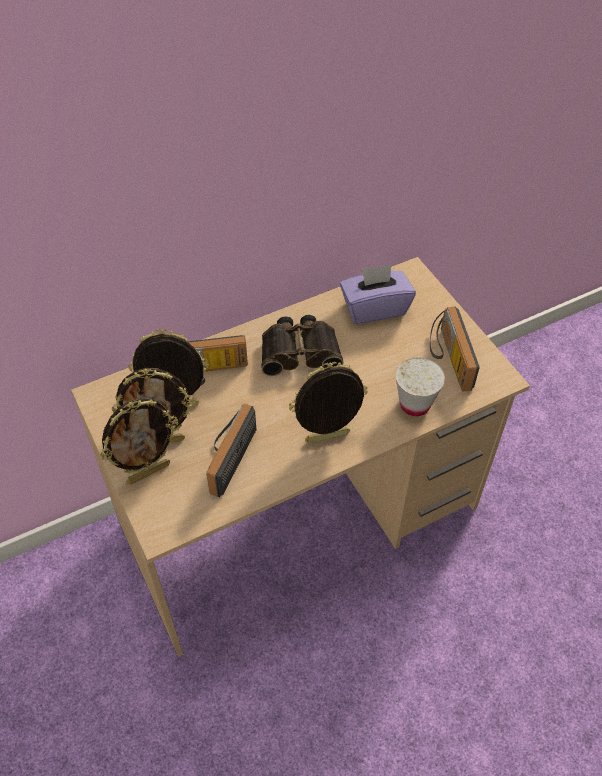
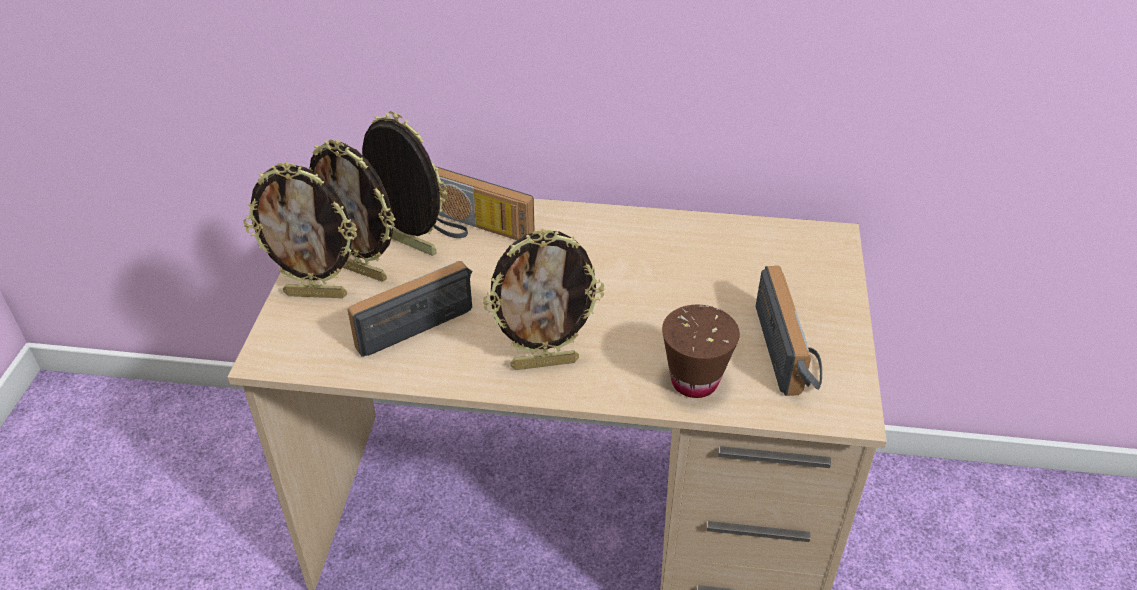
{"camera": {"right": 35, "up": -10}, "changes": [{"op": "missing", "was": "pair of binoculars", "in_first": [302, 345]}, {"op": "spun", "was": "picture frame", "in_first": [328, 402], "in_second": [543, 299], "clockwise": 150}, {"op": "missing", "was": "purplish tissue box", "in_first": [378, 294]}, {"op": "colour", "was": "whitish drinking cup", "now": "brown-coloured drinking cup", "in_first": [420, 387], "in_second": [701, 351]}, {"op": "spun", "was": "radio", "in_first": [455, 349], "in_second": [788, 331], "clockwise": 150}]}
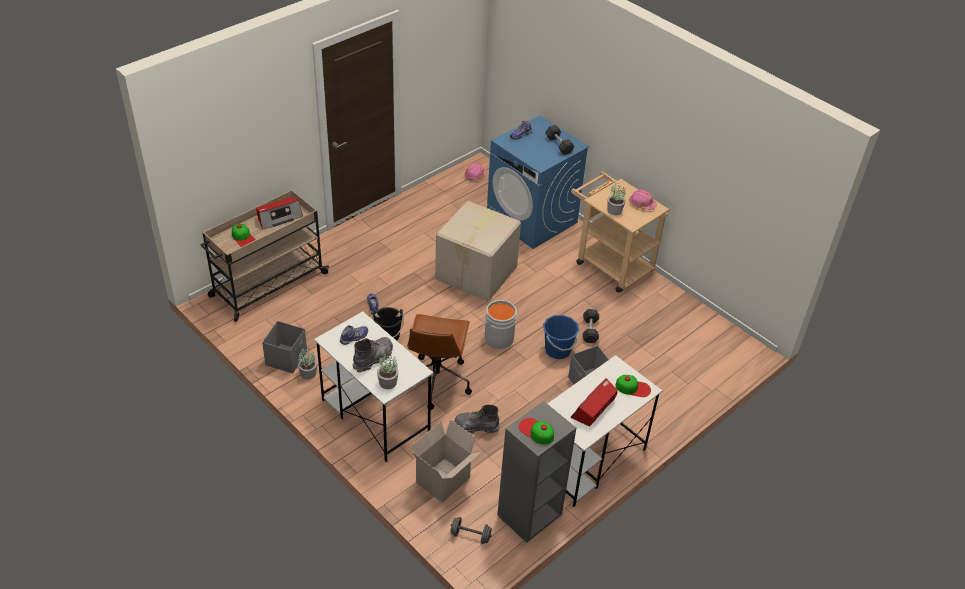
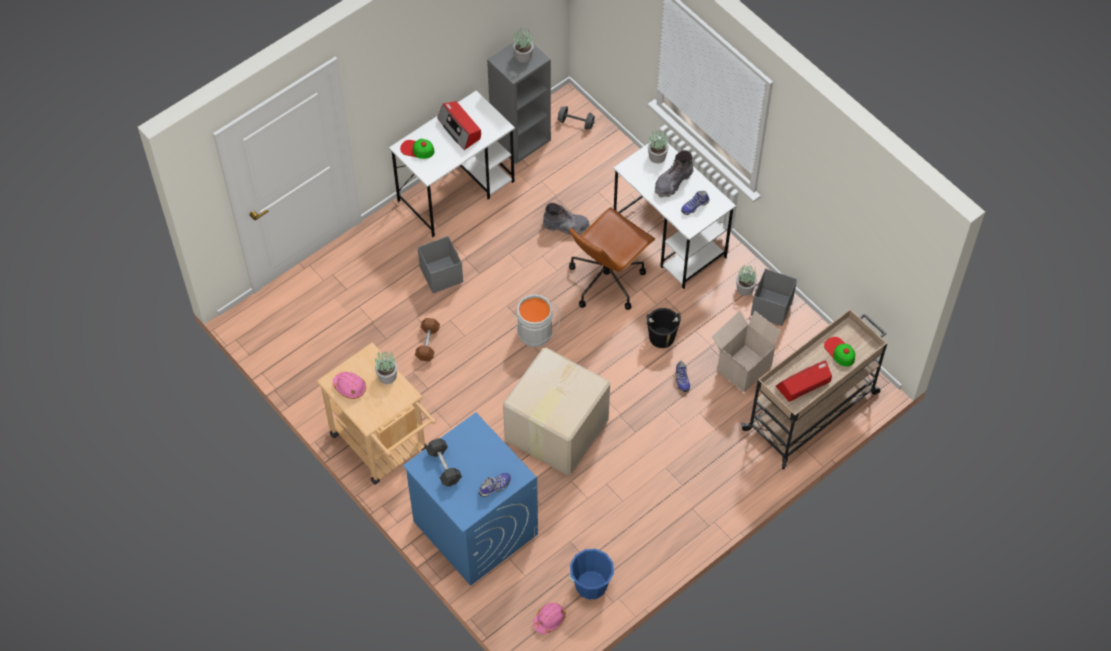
{"camera": {"right": -175, "up": 15}, "changes": [{"op": "spun", "was": "brown-coloured computer chair", "in_first": [439, 362], "in_second": [612, 259], "clockwise": -150}, {"op": "relocated", "was": "carton", "in_first": [446, 461], "in_second": [747, 351]}, {"op": "exchanged", "was": "peaked cap", "now": "potted plant", "in_first": [536, 431], "in_second": [523, 45]}, {"op": "relocated", "was": "blue-coloured bucket", "in_first": [561, 337], "in_second": [591, 574]}, {"op": "spun", "was": "radio", "in_first": [594, 402], "in_second": [459, 125], "clockwise": 105}, {"op": "colour", "was": "gray dumbbell", "now": "brown-coloured dumbbell", "in_first": [591, 326], "in_second": [427, 339]}]}
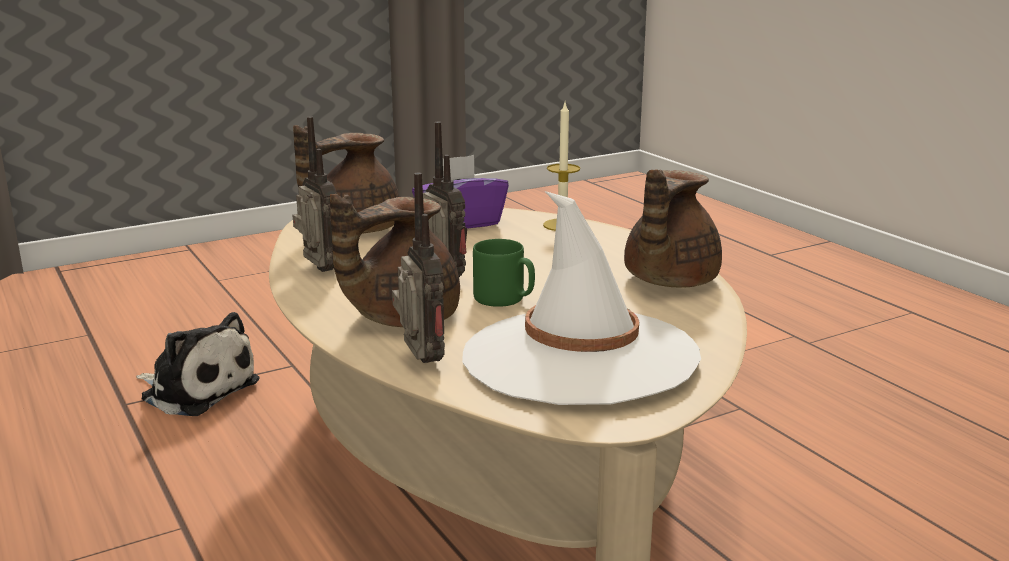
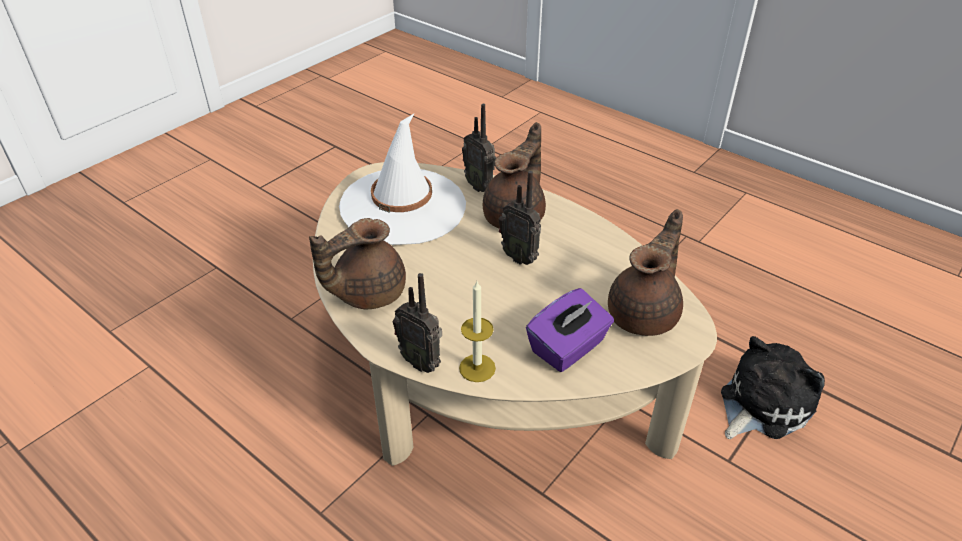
{"camera": {"right": 160, "up": 20}, "changes": [{"op": "spun", "was": "soft toy", "in_first": [198, 364], "in_second": [773, 387], "clockwise": 135}, {"op": "relocated", "was": "radio", "in_first": [315, 194], "in_second": [417, 323]}, {"op": "missing", "was": "green mug", "in_first": [504, 273]}, {"op": "spun", "was": "brown-coloured tea pot", "in_first": [673, 228], "in_second": [357, 263], "clockwise": -135}]}
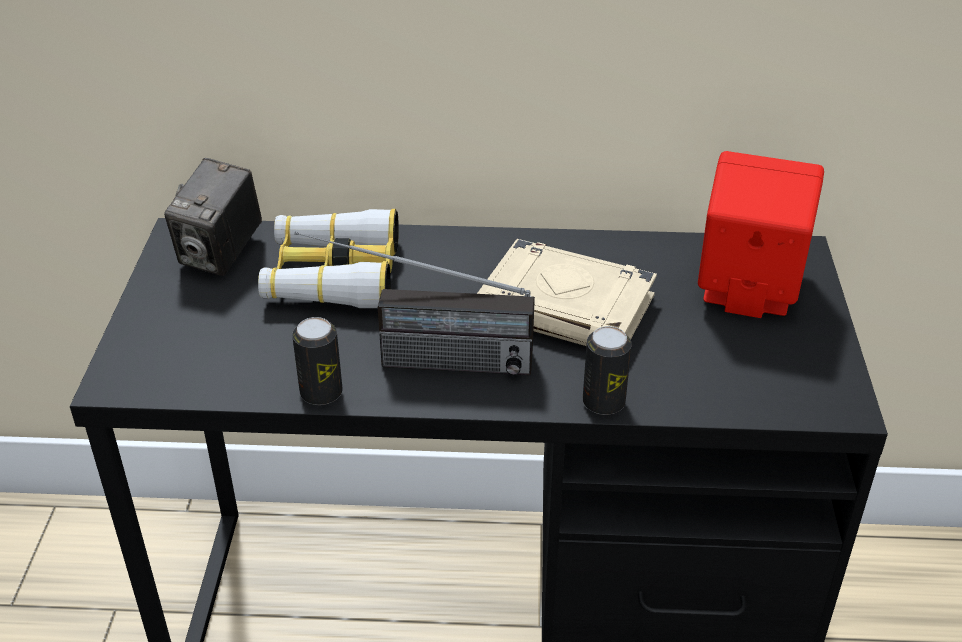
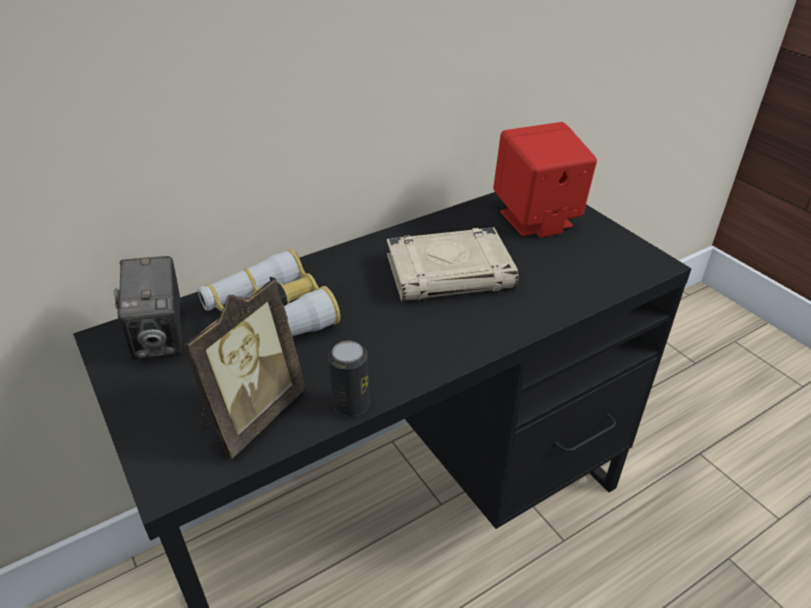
{"camera": {"right": -35, "up": 0}, "changes": [{"op": "missing", "was": "radio", "in_first": [414, 303]}, {"op": "missing", "was": "sealed can", "in_first": [607, 370]}, {"op": "appeared", "now": "picture frame", "in_second": [243, 368]}]}
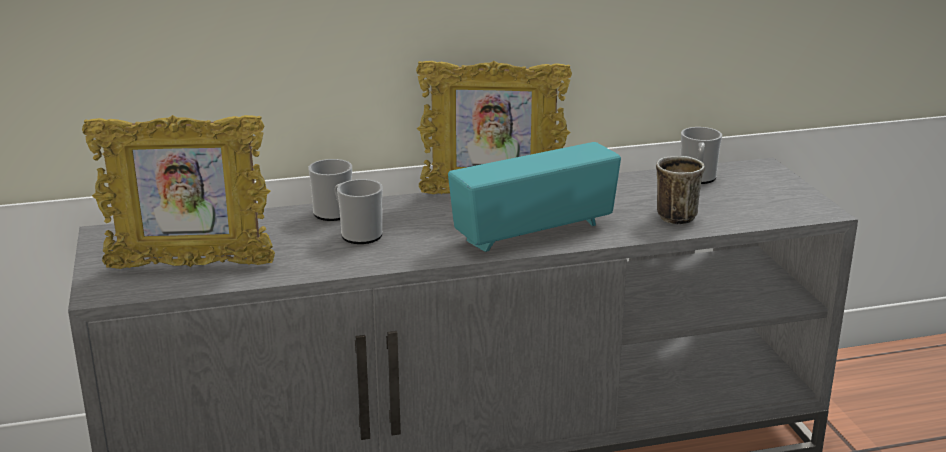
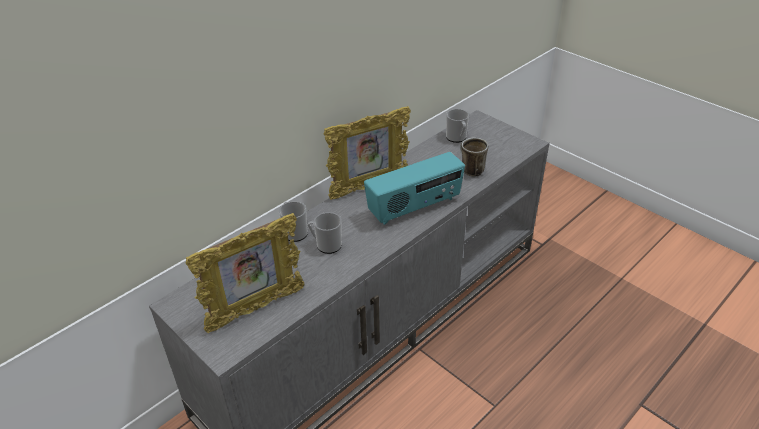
{"camera": {"right": -30, "up": 15}, "changes": [{"op": "spun", "was": "radio", "in_first": [534, 197], "in_second": [414, 188], "clockwise": -150}]}
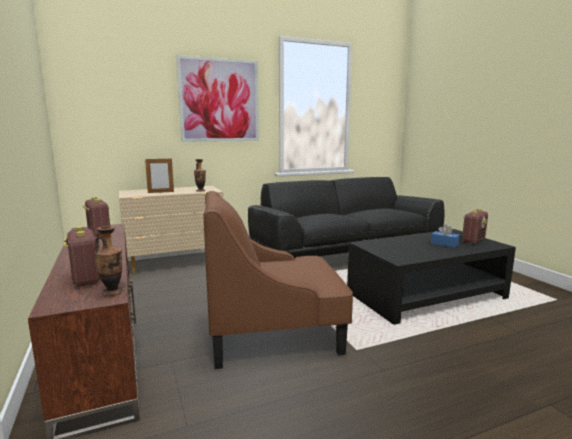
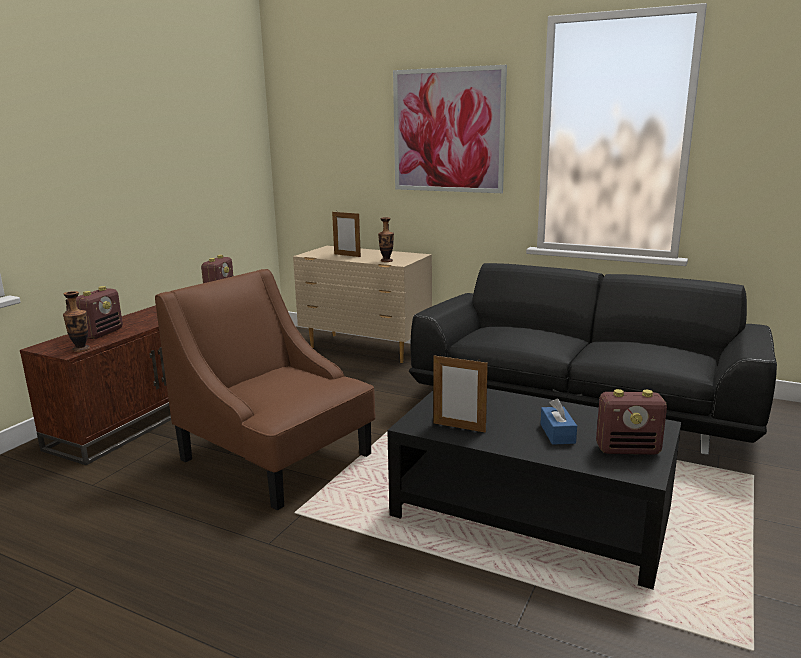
{"camera": {"right": 50, "up": 5}, "changes": [{"op": "appeared", "now": "picture frame", "in_second": [460, 393]}]}
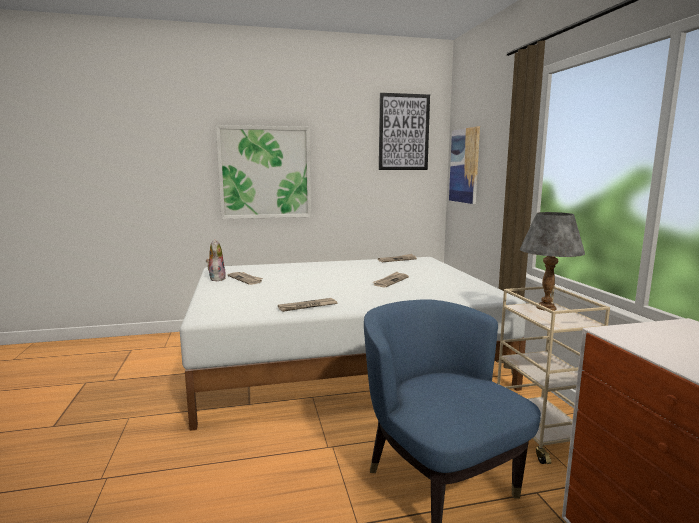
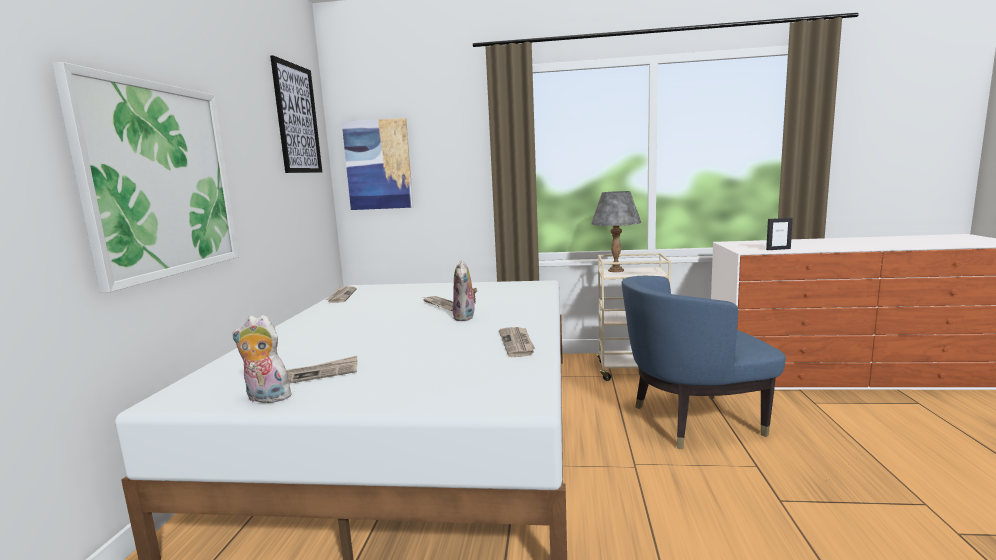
{"camera": {"right": -70, "up": 0}, "changes": [{"op": "appeared", "now": "soft toy", "in_second": [465, 290]}, {"op": "appeared", "now": "picture frame", "in_second": [779, 234]}]}
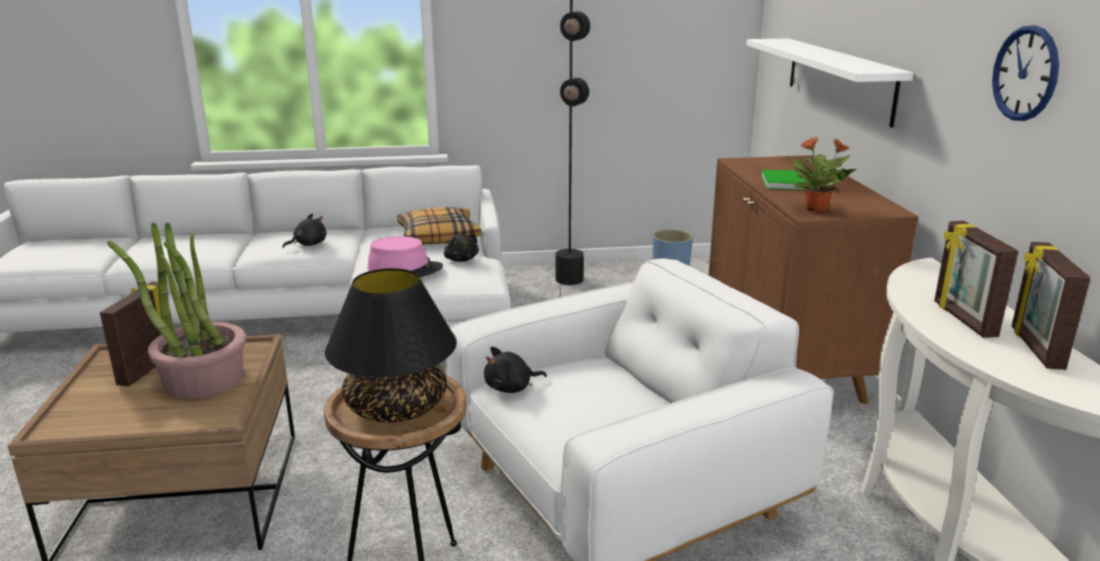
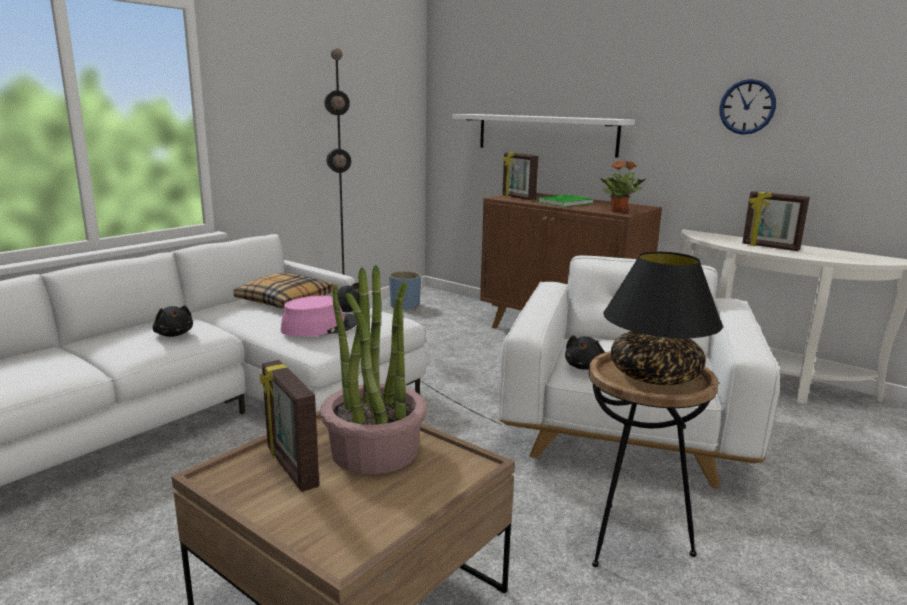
{"camera": {"right": -45, "up": -5}, "changes": [{"op": "spun", "was": "black-coloured soft toy", "in_first": [304, 231], "in_second": [173, 321], "clockwise": 135}, {"op": "relocated", "was": "picture frame", "in_first": [1051, 306], "in_second": [520, 176]}]}
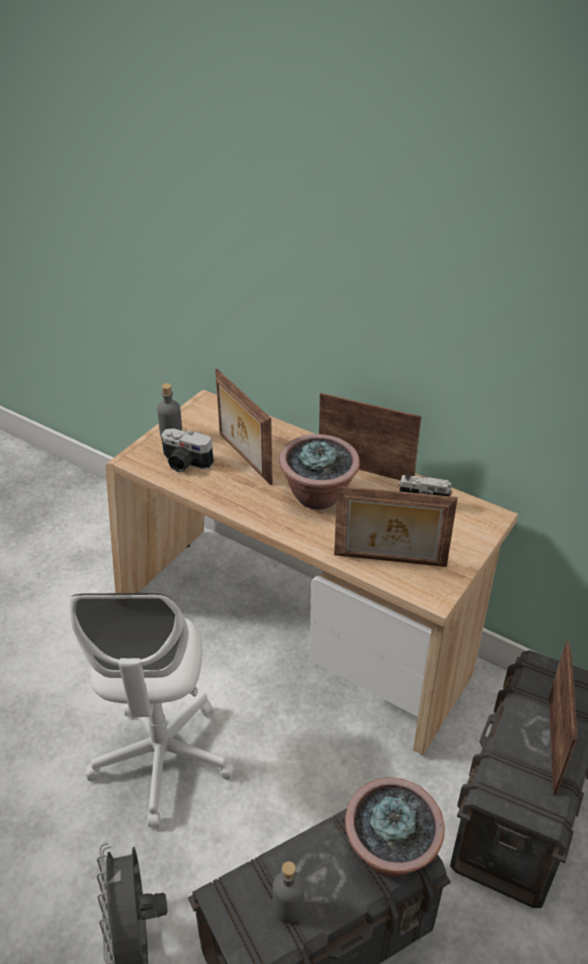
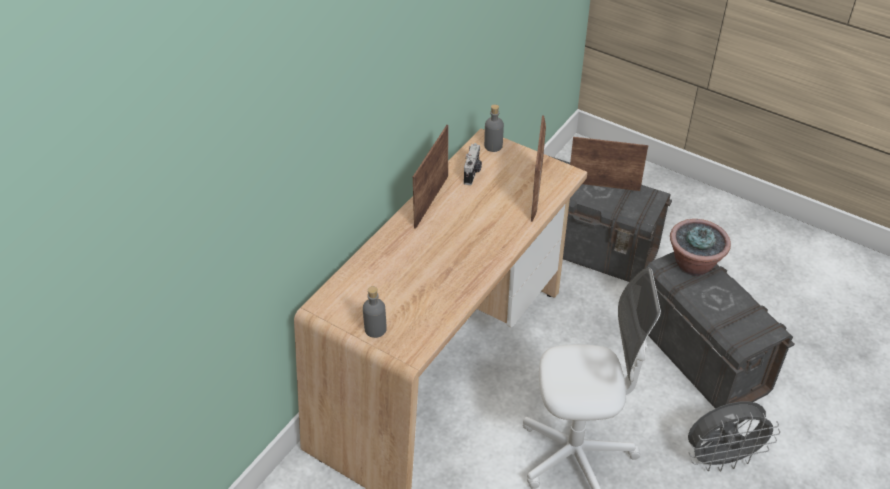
{"camera": {"right": -90, "up": 5}, "changes": [{"op": "missing", "was": "photo camera", "in_first": [187, 450]}, {"op": "missing", "was": "picture frame", "in_first": [244, 427]}, {"op": "relocated", "was": "gray bottle", "in_first": [289, 892], "in_second": [494, 128]}, {"op": "missing", "was": "potted plant", "in_first": [319, 472]}]}
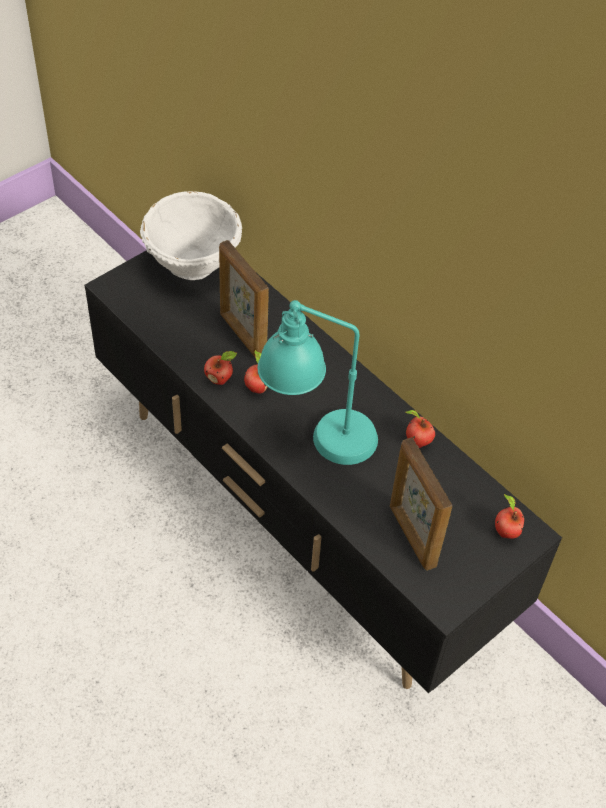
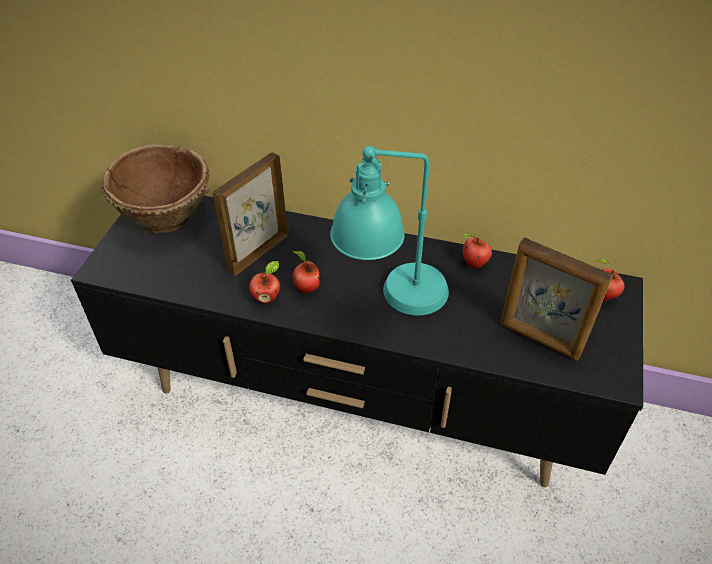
{"camera": {"right": -30, "up": -5}, "changes": [{"op": "colour", "was": "whitish serving bowl", "now": "brown-coloured serving bowl", "in_first": [191, 235], "in_second": [155, 188]}, {"op": "spun", "was": "picture frame", "in_first": [244, 298], "in_second": [250, 214], "clockwise": 105}]}
